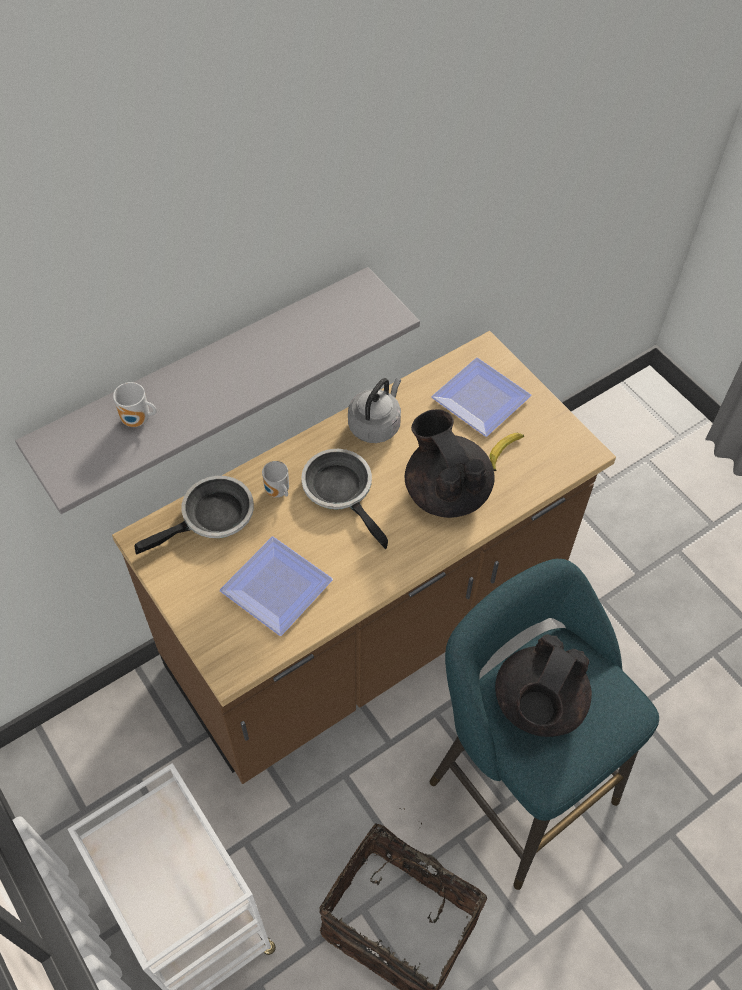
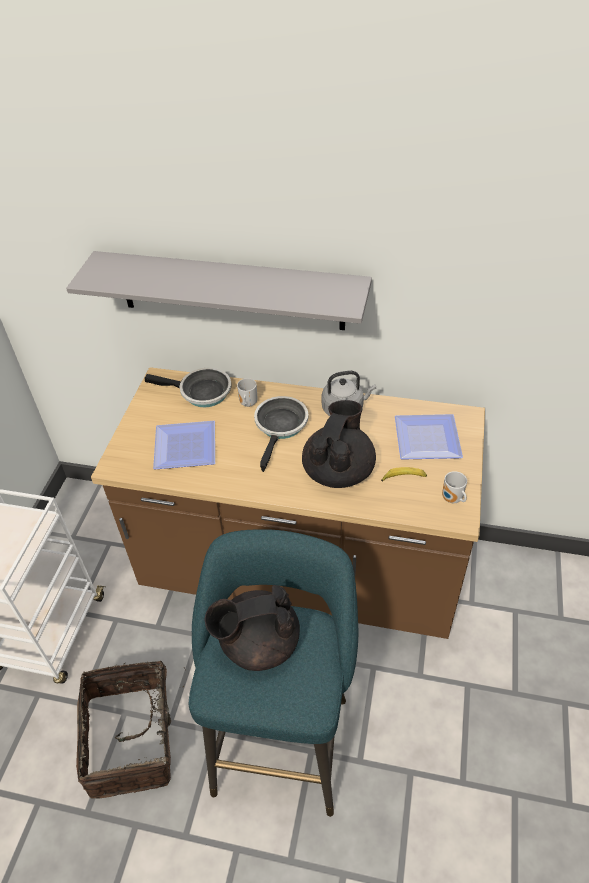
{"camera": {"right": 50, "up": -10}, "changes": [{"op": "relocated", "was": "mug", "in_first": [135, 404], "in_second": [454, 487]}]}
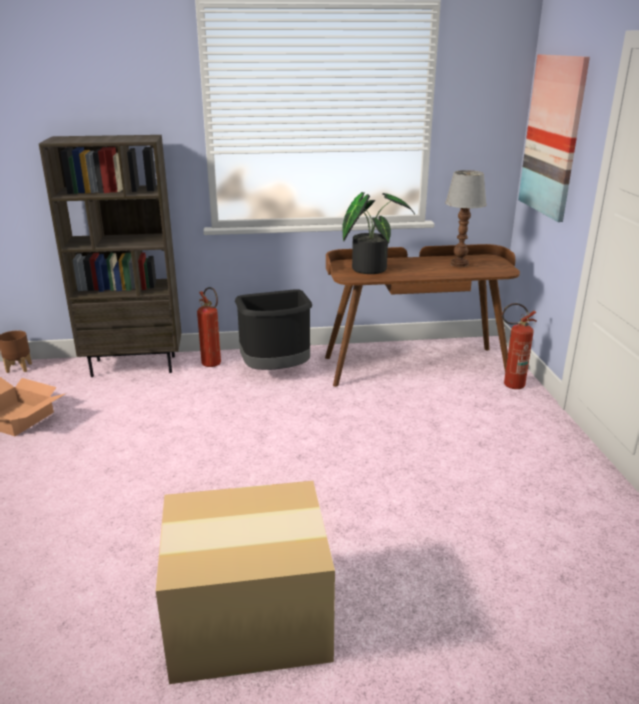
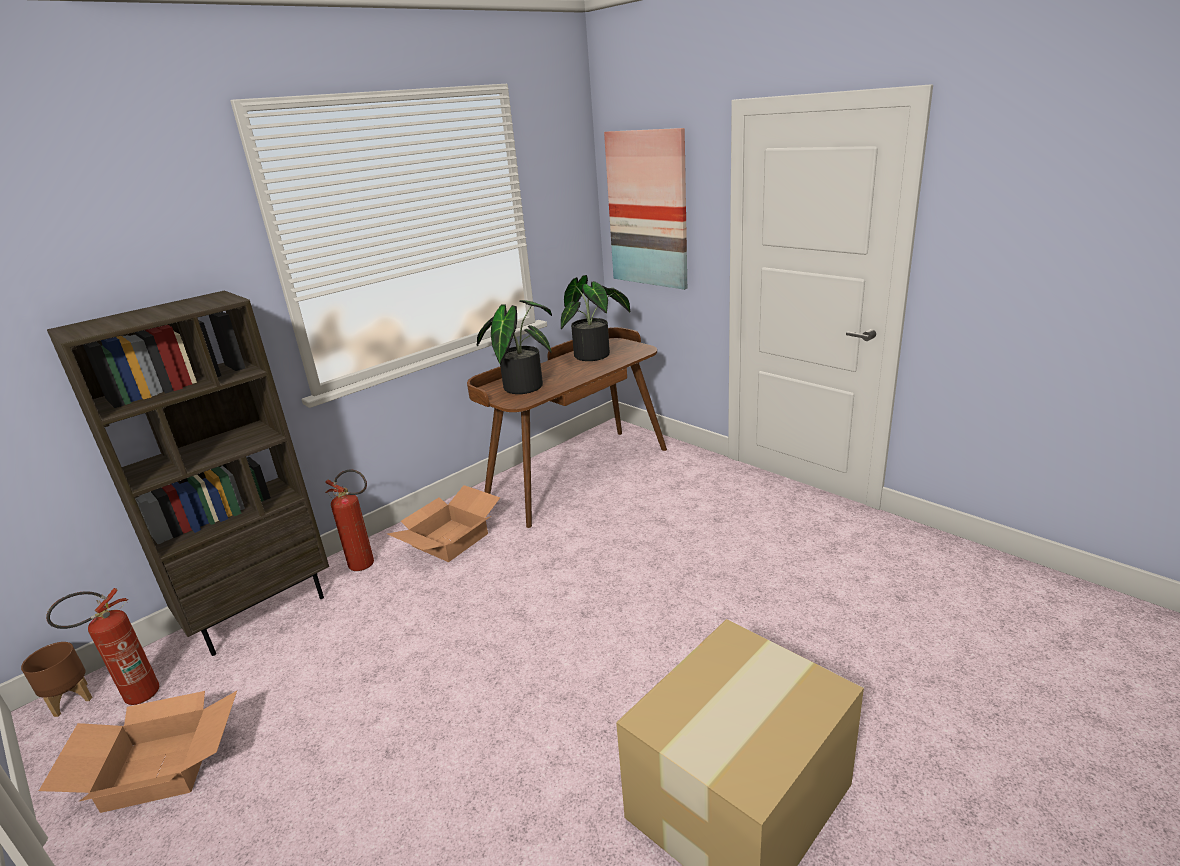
{"camera": {"right": -35, "up": 0}, "changes": [{"op": "exchanged", "was": "black-coloured trash can", "now": "carton", "in_first": [273, 329], "in_second": [443, 523]}, {"op": "exchanged", "was": "tabletop lamp", "now": "potted plant", "in_first": [466, 218], "in_second": [595, 318]}, {"op": "relocated", "was": "fire-fighting cylinder", "in_first": [519, 346], "in_second": [102, 646]}]}
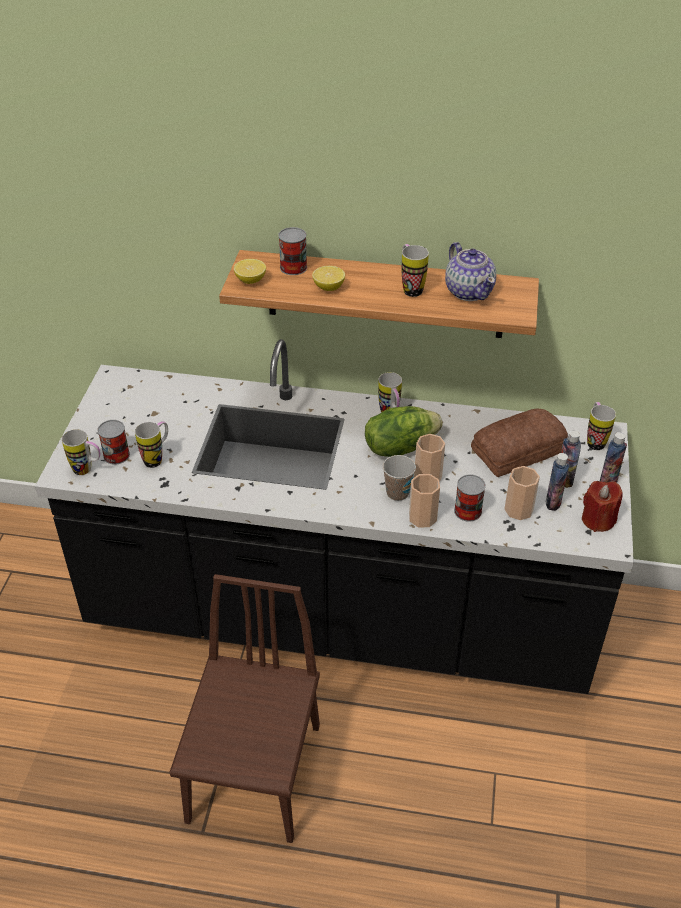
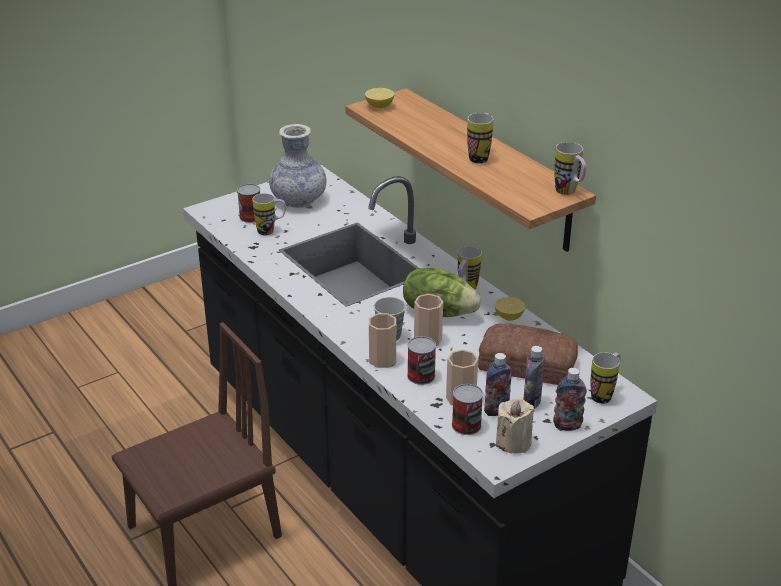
{"camera": {"right": 45, "up": -10}, "changes": [{"op": "relocated", "was": "mug", "in_first": [81, 452], "in_second": [570, 168]}, {"op": "relocated", "was": "sealed can", "in_first": [292, 251], "in_second": [467, 409]}, {"op": "relocated", "was": "whole lemon", "in_first": [328, 278], "in_second": [510, 309]}, {"op": "missing", "was": "tea pot", "in_first": [470, 271]}, {"op": "colour", "was": "red-coloured wax light", "now": "beige-coloured wax light", "in_first": [602, 506], "in_second": [515, 425]}, {"op": "appeared", "now": "flower vase", "in_second": [298, 166]}]}
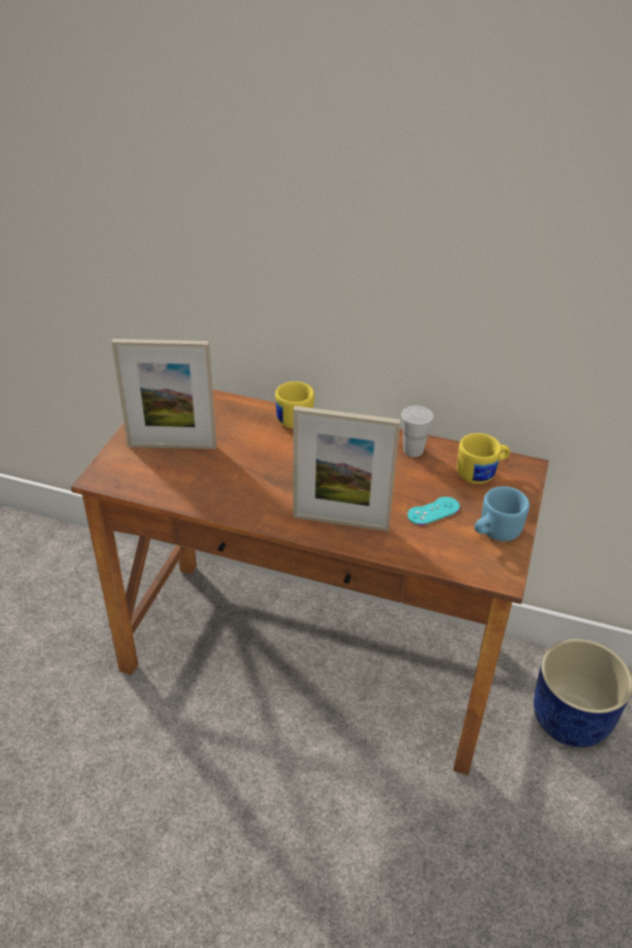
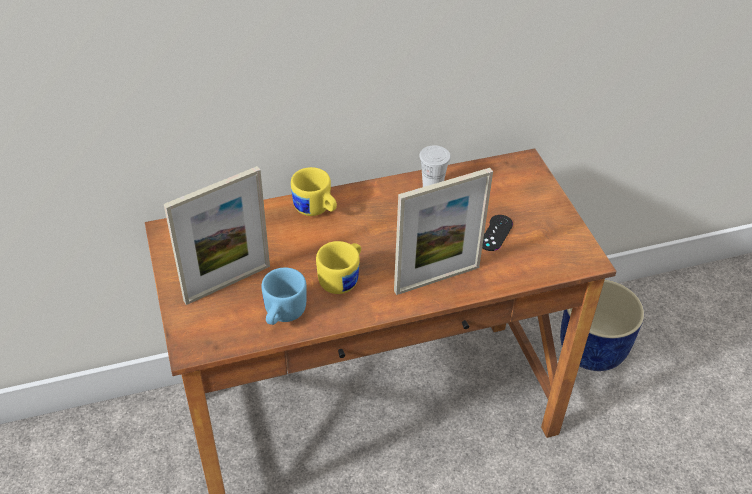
{"camera": {"right": -35, "up": 5}, "changes": [{"op": "colour", "was": "turquoise gamepad", "now": "black-coloured gamepad", "in_first": [433, 511], "in_second": [497, 233]}, {"op": "relocated", "was": "yellow-coloured mug", "in_first": [483, 458], "in_second": [338, 267]}, {"op": "relocated", "was": "blue-coloured mug", "in_first": [502, 513], "in_second": [284, 296]}]}
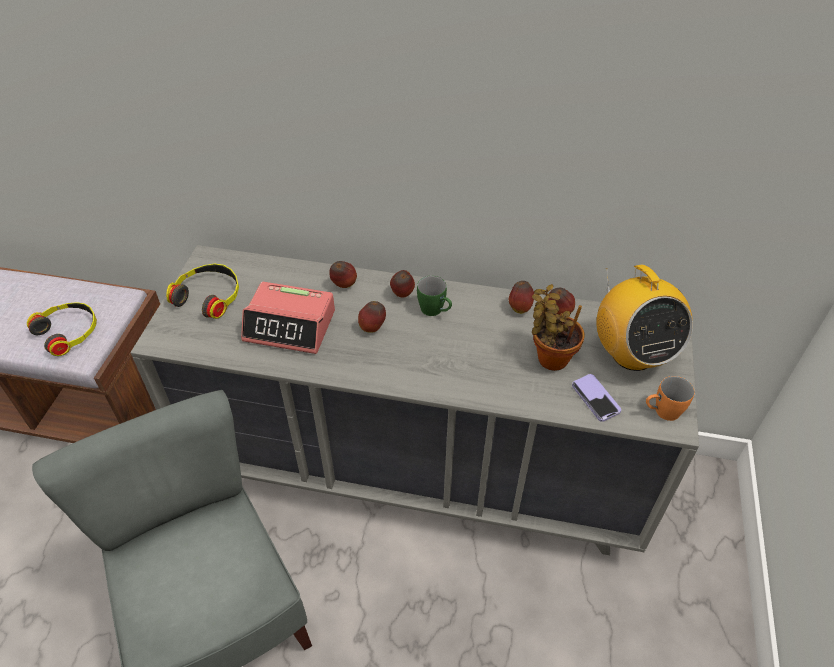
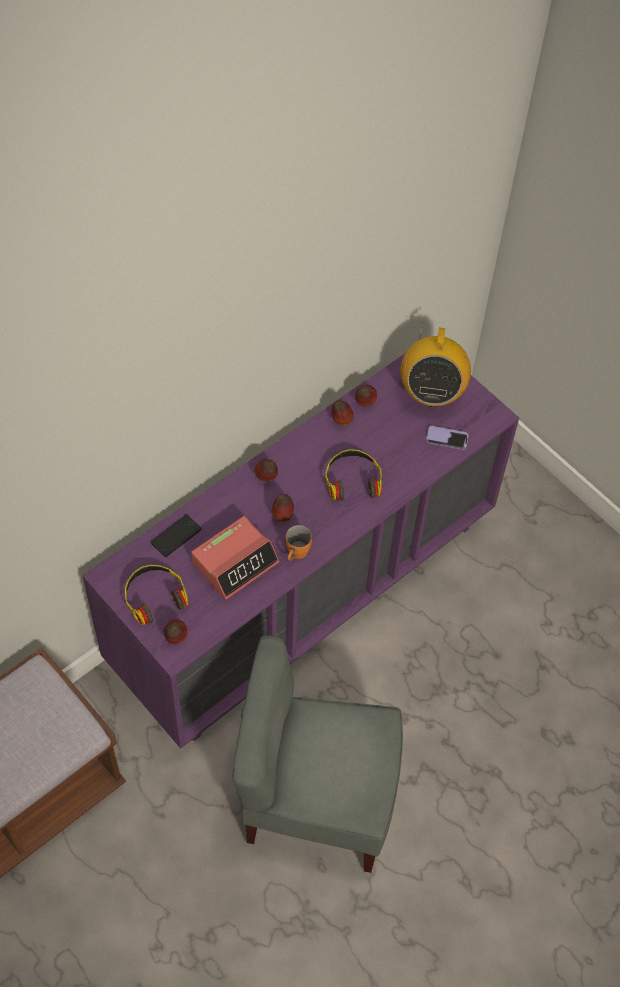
{"camera": {"right": -55, "up": 10}, "changes": [{"op": "relocated", "was": "headset", "in_first": [62, 329], "in_second": [353, 475]}, {"op": "colour", "was": "gray chest of drawers", "now": "purplish chest of drawers", "in_first": [414, 400], "in_second": [300, 551]}, {"op": "relocated", "was": "apple", "in_first": [343, 274], "in_second": [175, 631]}, {"op": "missing", "was": "green mug", "in_first": [434, 296]}, {"op": "missing", "was": "potted plant", "in_first": [558, 327]}, {"op": "spun", "was": "radio", "in_first": [644, 318], "in_second": [435, 366], "clockwise": 75}, {"op": "relocated", "was": "orange mug", "in_first": [670, 398], "in_second": [299, 543]}, {"op": "appeared", "now": "handset", "in_second": [176, 535]}]}
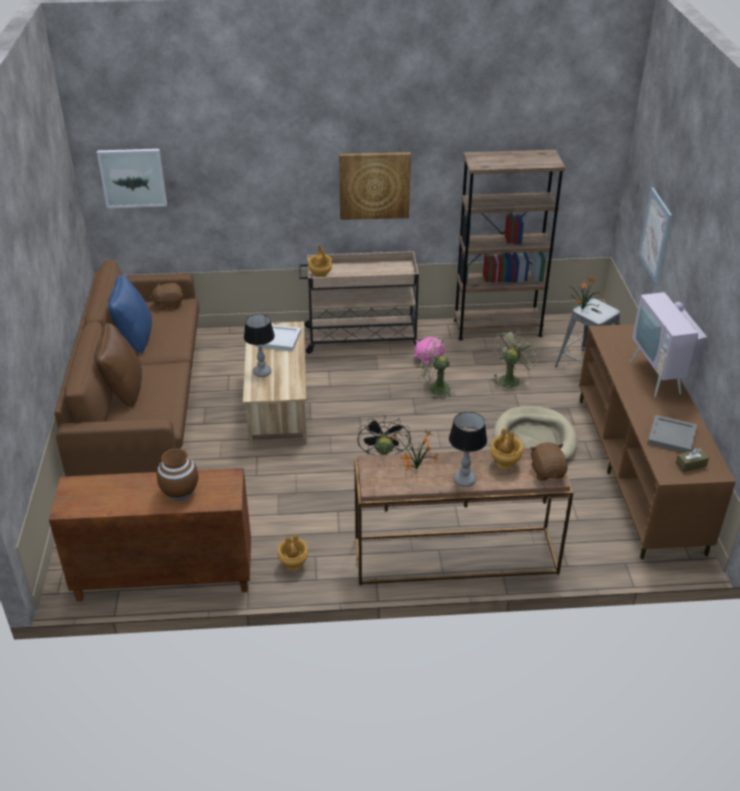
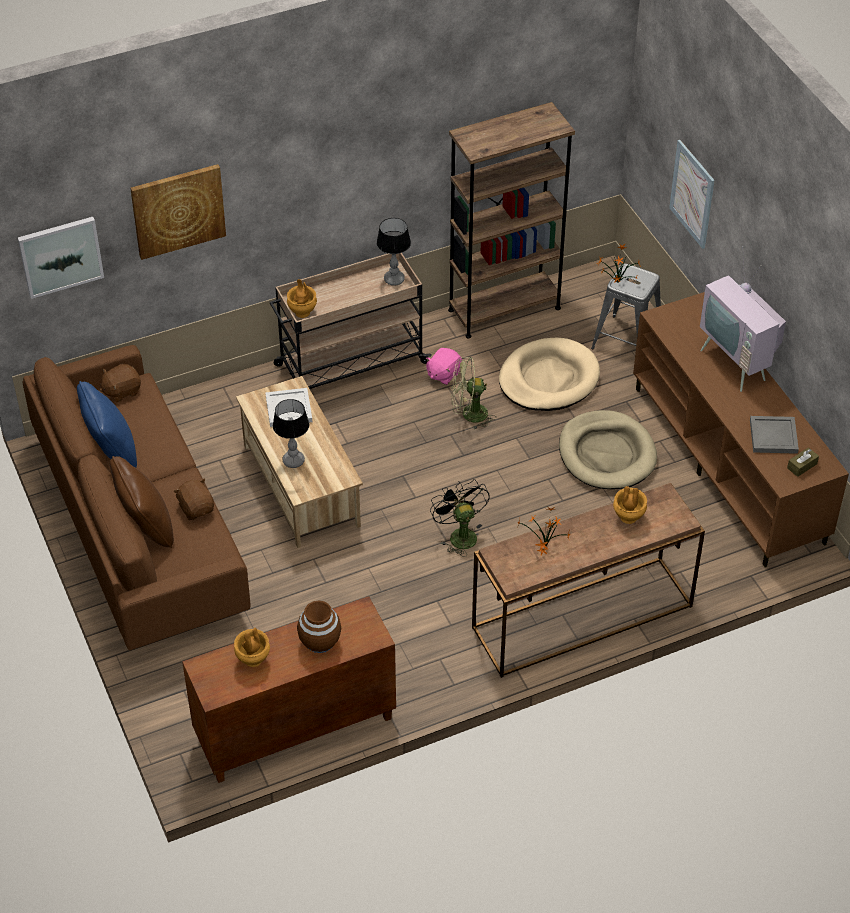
{"camera": {"right": -20, "up": 10}, "changes": [{"op": "relocated", "was": "brown-coloured flower vase", "in_first": [293, 553], "in_second": [252, 647]}, {"op": "relocated", "was": "picture", "in_first": [375, 186], "in_second": [178, 212]}, {"op": "relocated", "was": "tabletop lamp", "in_first": [468, 449], "in_second": [394, 252]}, {"op": "exchanged", "was": "green electric fan", "now": "beige-coloured dog bed", "in_first": [515, 358], "in_second": [549, 374]}, {"op": "relocated", "was": "brown-coloured soft toy", "in_first": [549, 461], "in_second": [193, 499]}]}
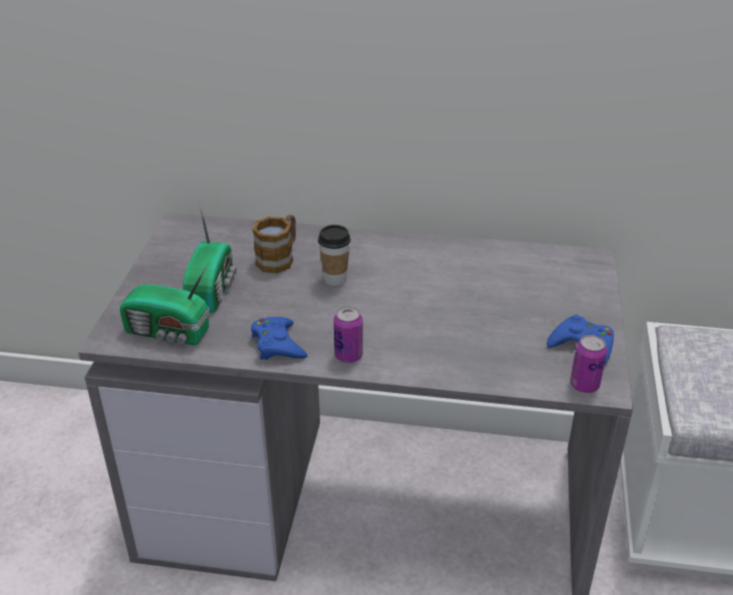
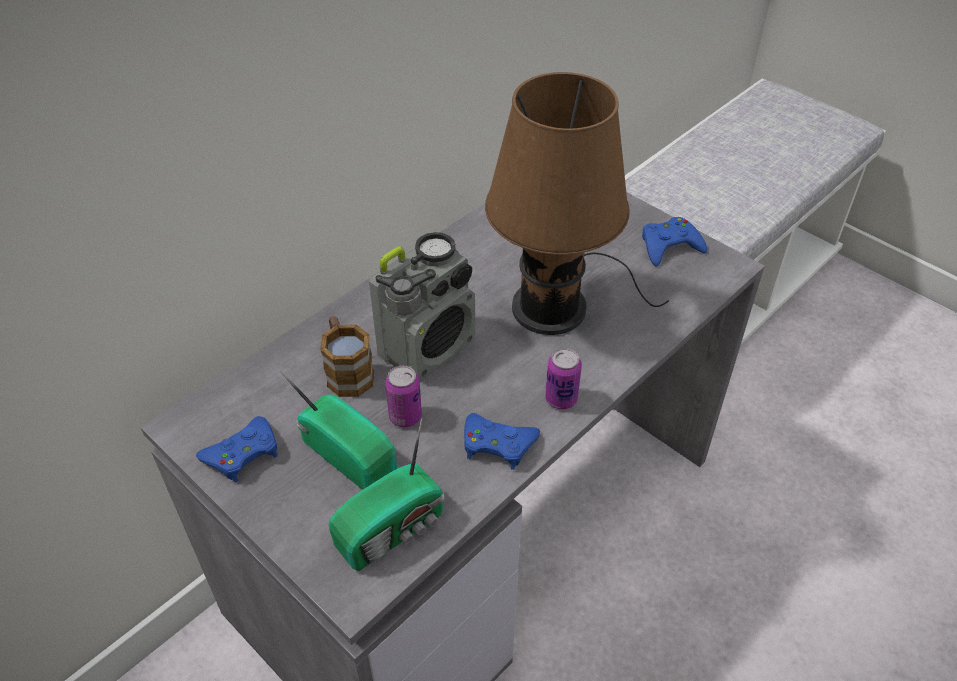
{"camera": {"right": -55, "up": 10}, "changes": [{"op": "exchanged", "was": "drinking cup", "now": "radio", "in_first": [334, 255], "in_second": [422, 305]}, {"op": "relocated", "was": "sealed can", "in_first": [588, 364], "in_second": [403, 396]}, {"op": "appeared", "now": "blue-coloured gamepad", "in_second": [237, 449]}, {"op": "appeared", "now": "brown-coloured tabletop lamp", "in_second": [577, 203]}]}
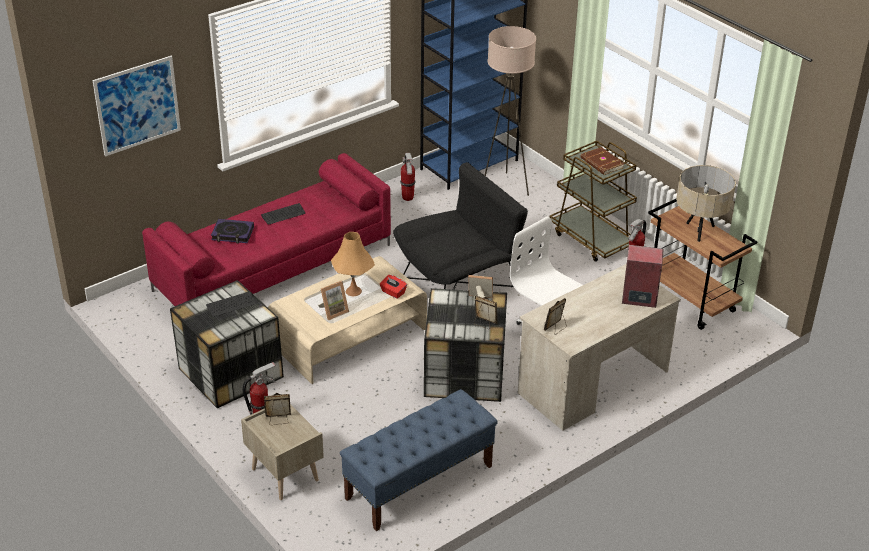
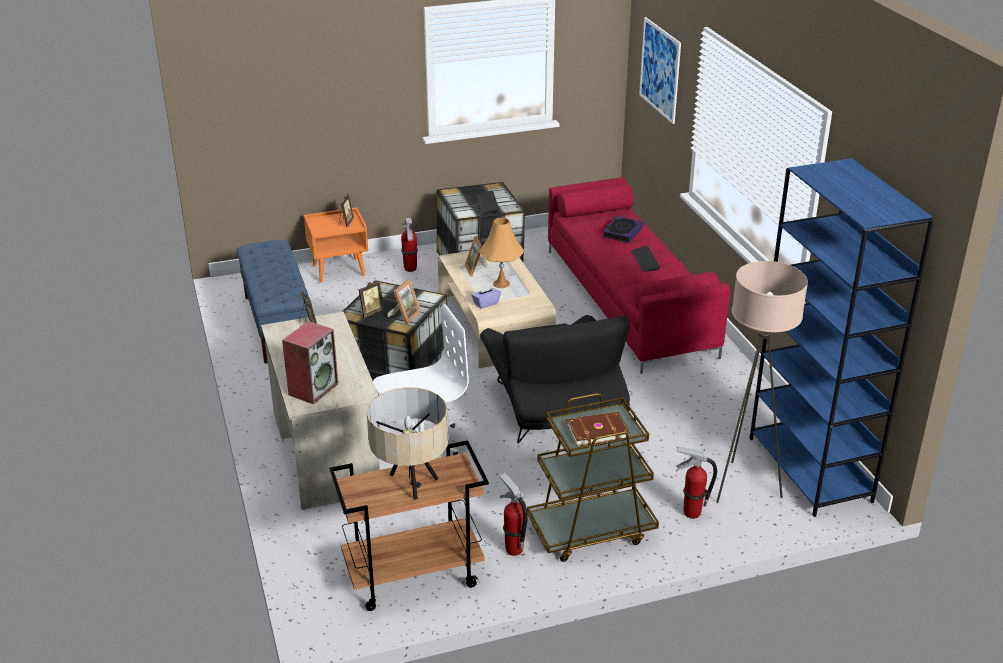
{"camera": {"right": 110, "up": -5}, "changes": [{"op": "colour", "was": "beige-coloured night table", "now": "orange night table", "in_first": [282, 452], "in_second": [336, 245]}, {"op": "colour", "was": "red-coloured tissue box", "now": "purplish tissue box", "in_first": [393, 287], "in_second": [486, 295]}, {"op": "relocated", "was": "fire-fighting cylinder", "in_first": [408, 177], "in_second": [696, 482]}]}
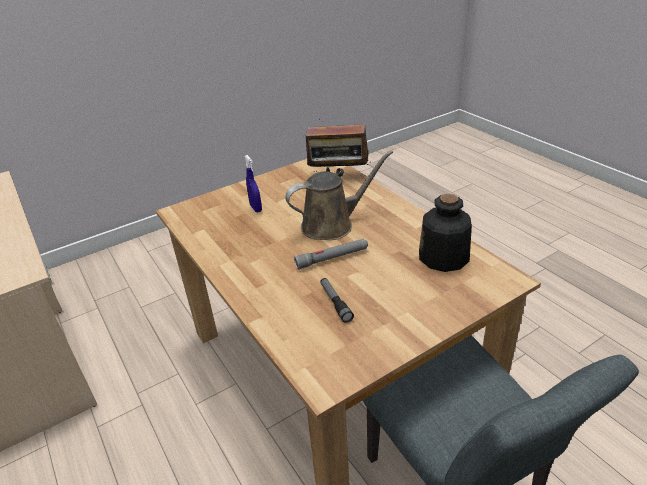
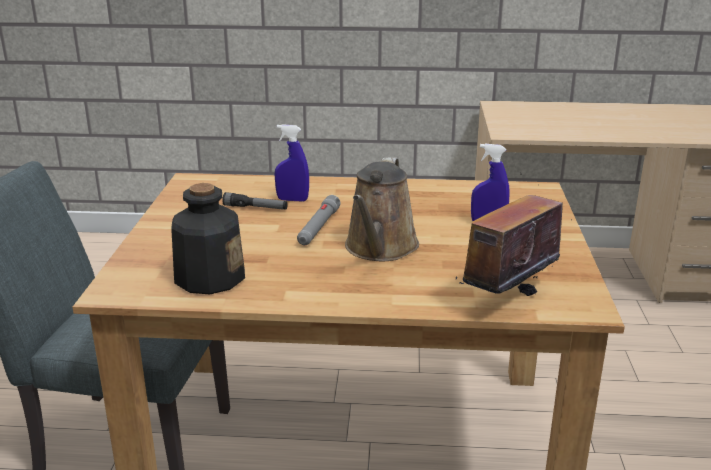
{"camera": {"right": 125, "up": -10}, "changes": [{"op": "appeared", "now": "blue-coloured spray bottle", "in_second": [292, 163]}]}
